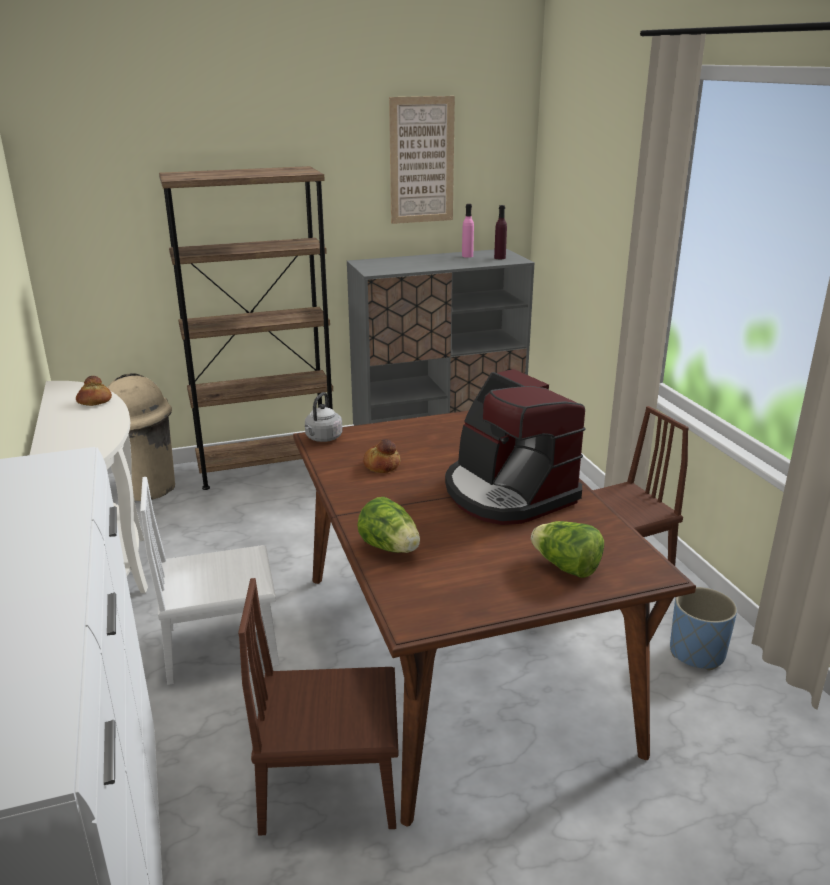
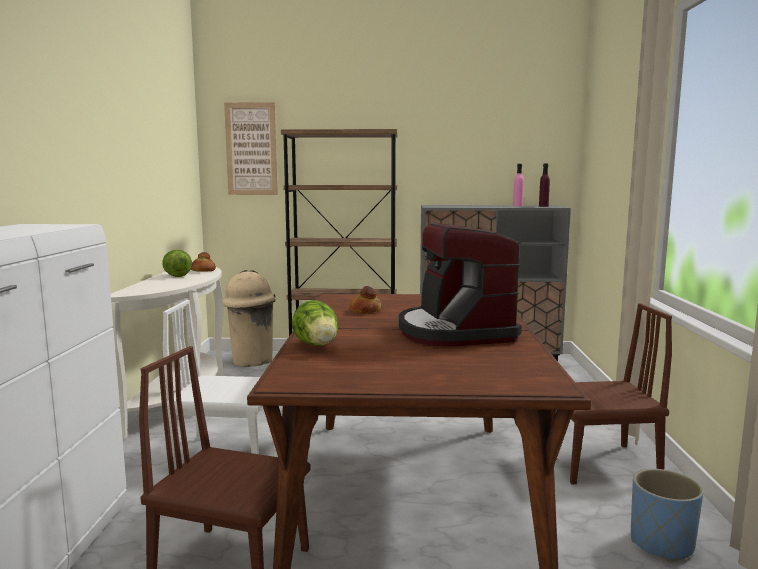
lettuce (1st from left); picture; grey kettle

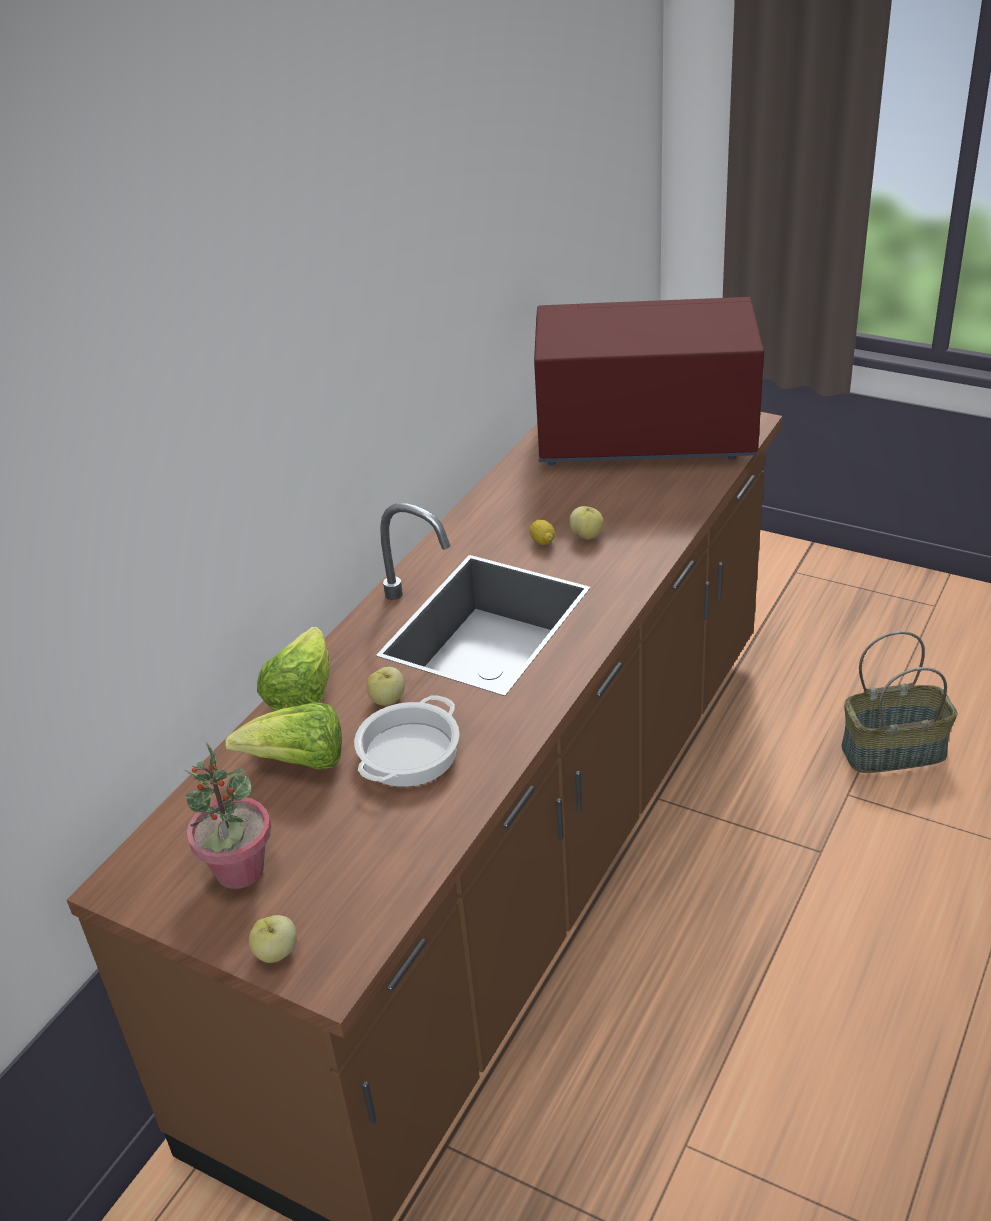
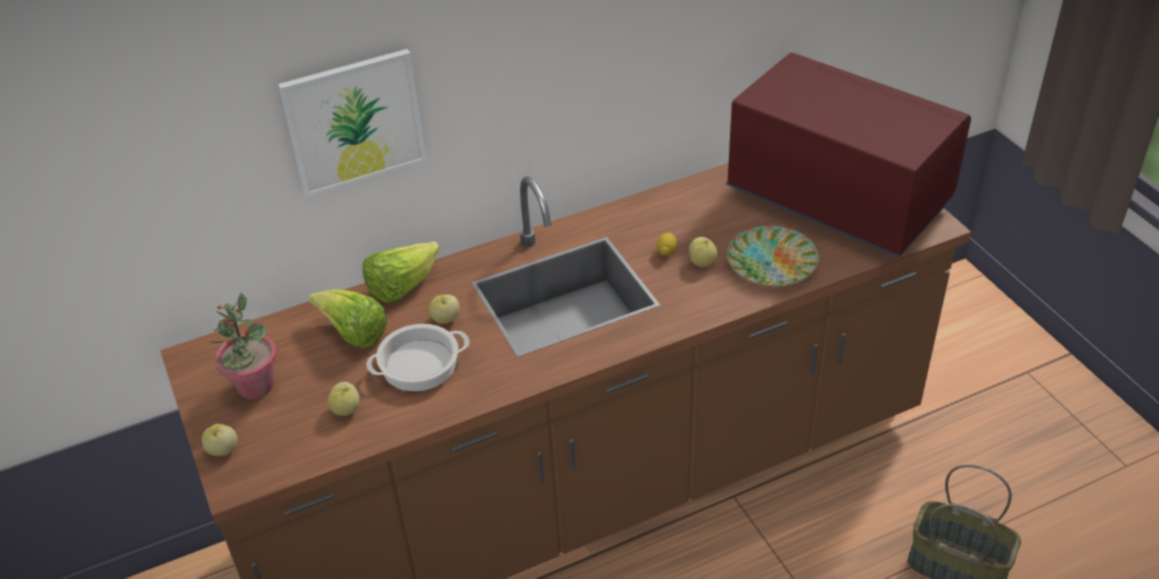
picture; apple (2nd from left); plate

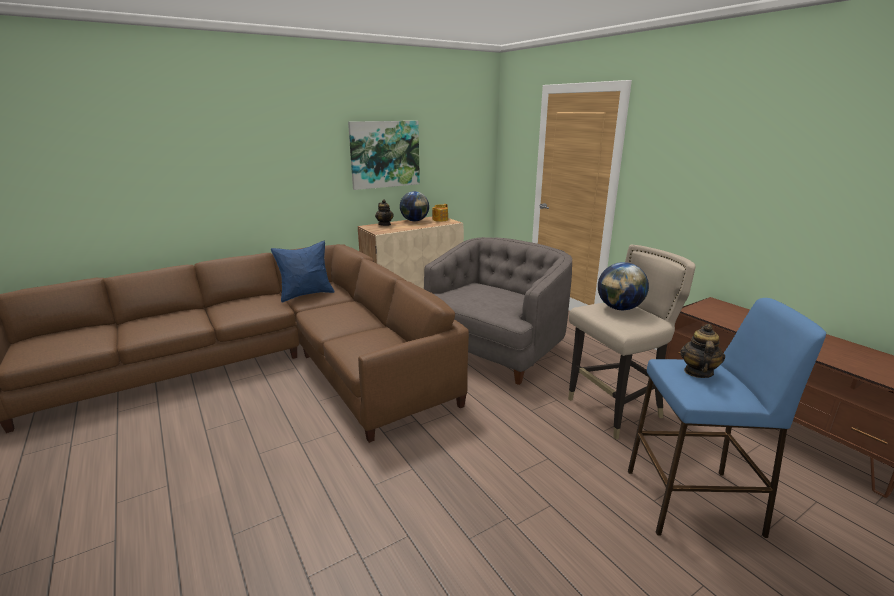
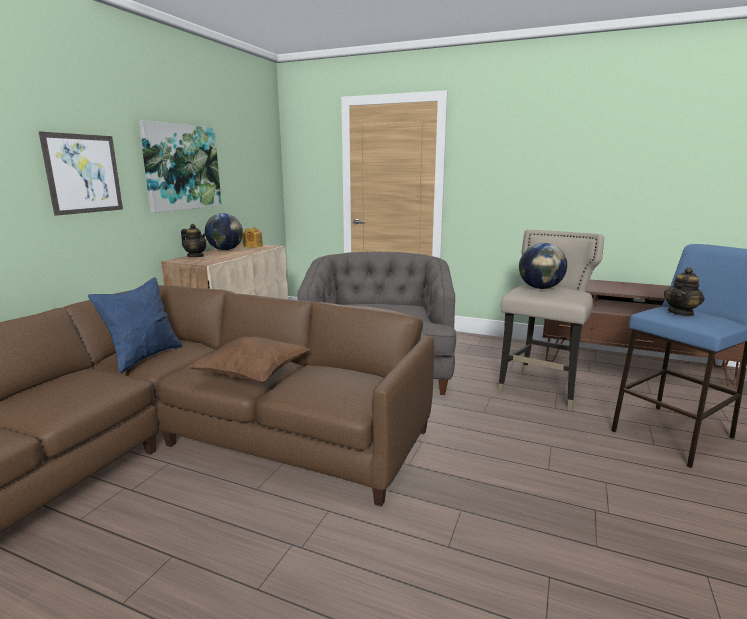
picture (1st from left); brown pillow; teapot (3rd from left)

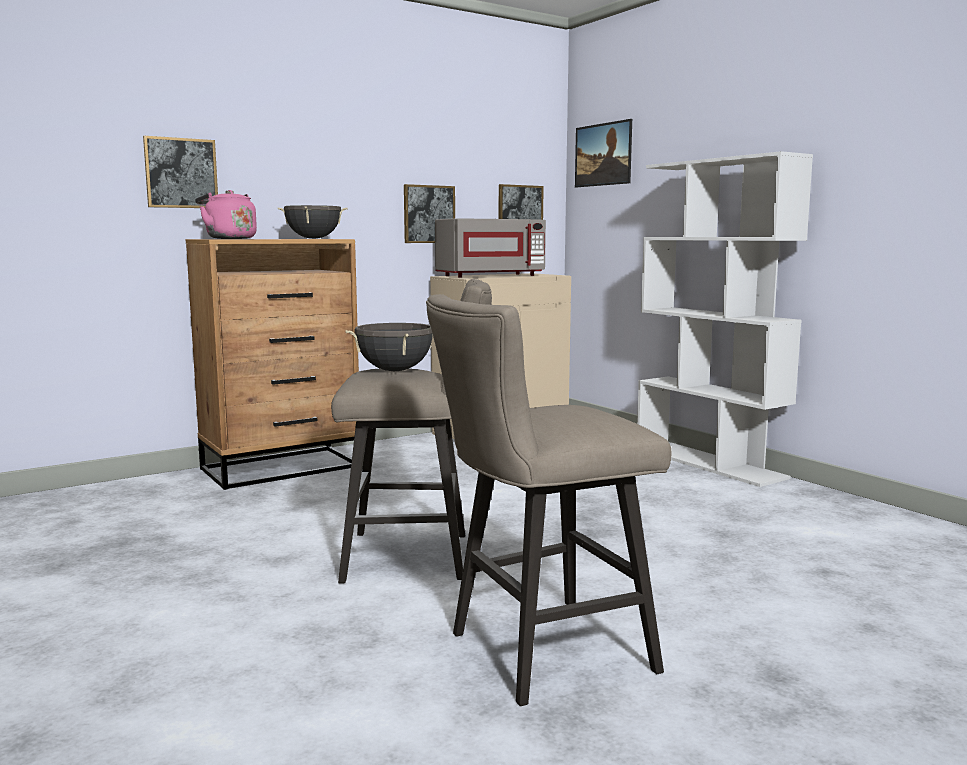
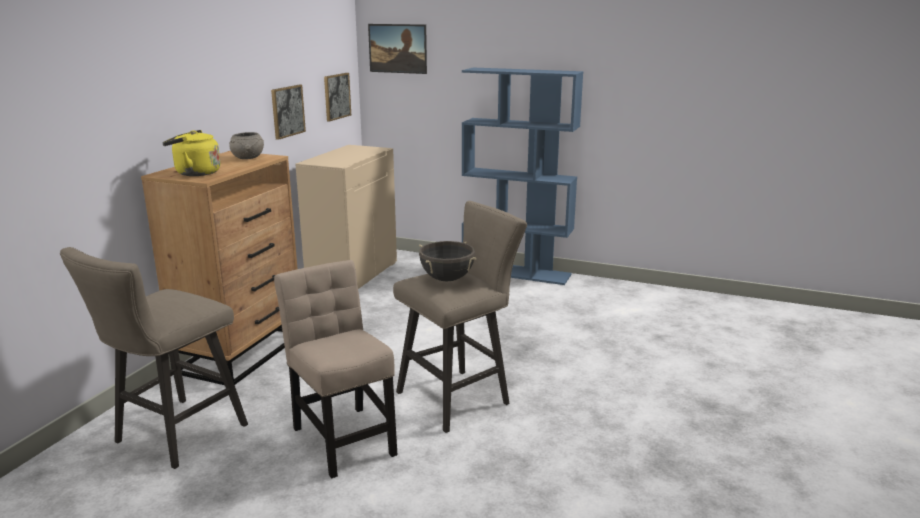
beige stool (1st from left); yellow kettle; grey bowl; beige chair; blue bookcase; picture (1st from left in the first image); grey microwave

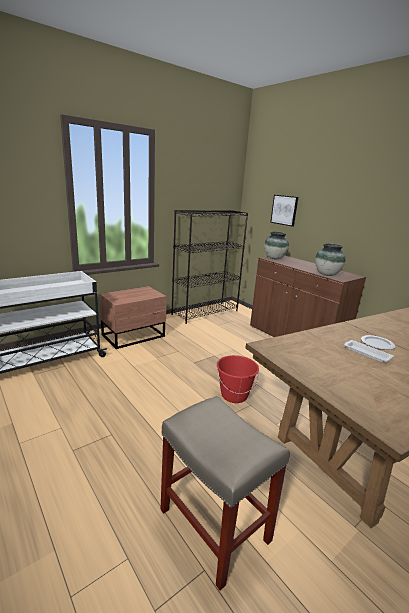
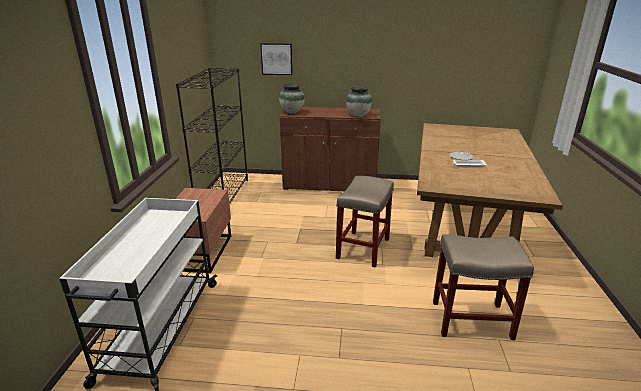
beige stool (1st from left)

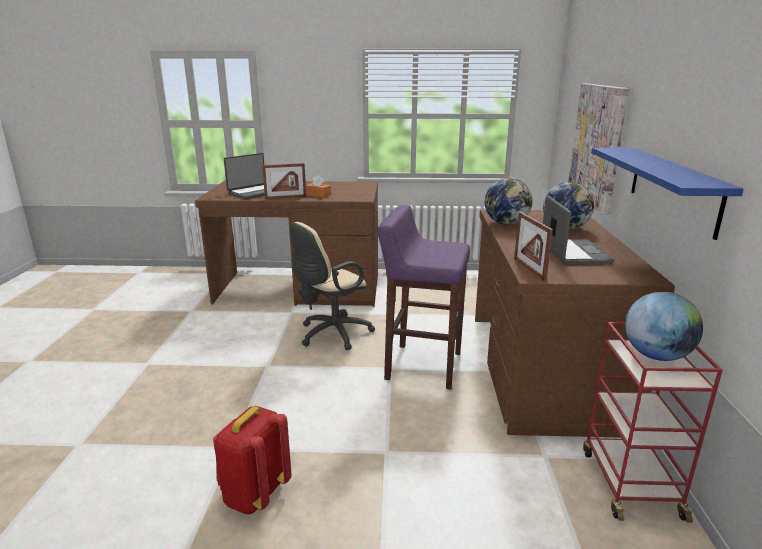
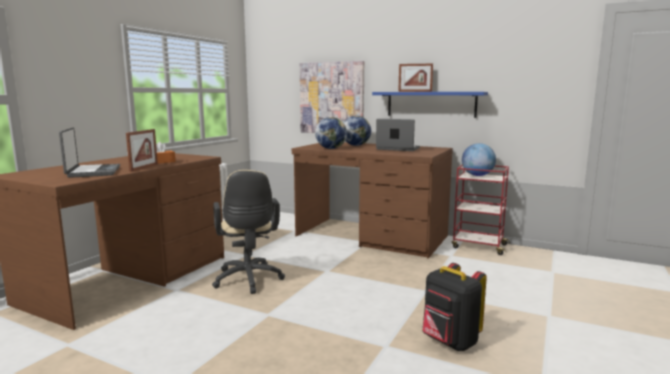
picture frame (2nd from left); black backpack; purple stool

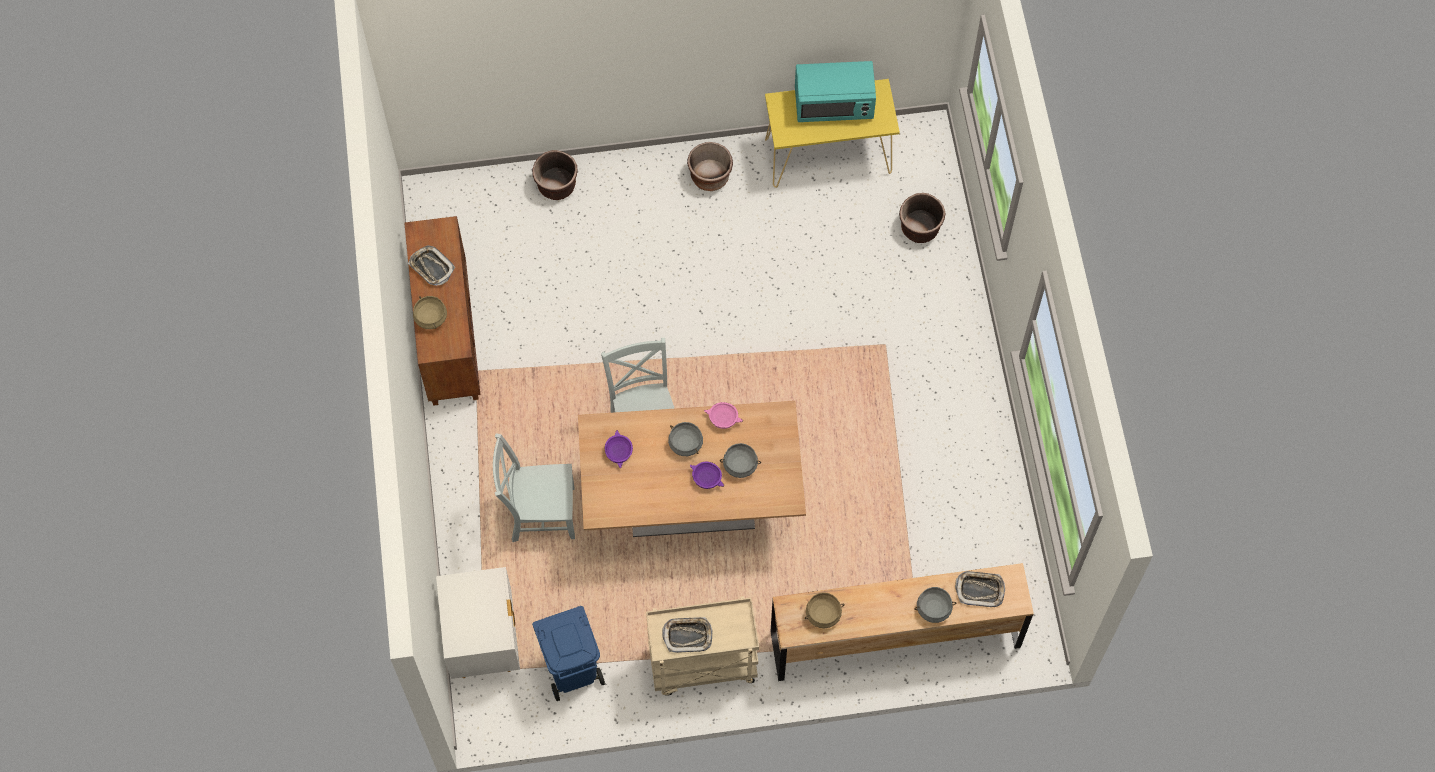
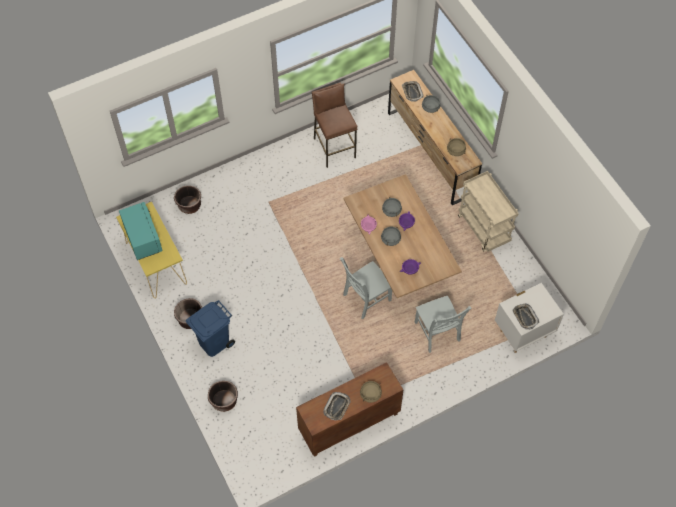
blue trash can; brown stool; tray (3rd from left)

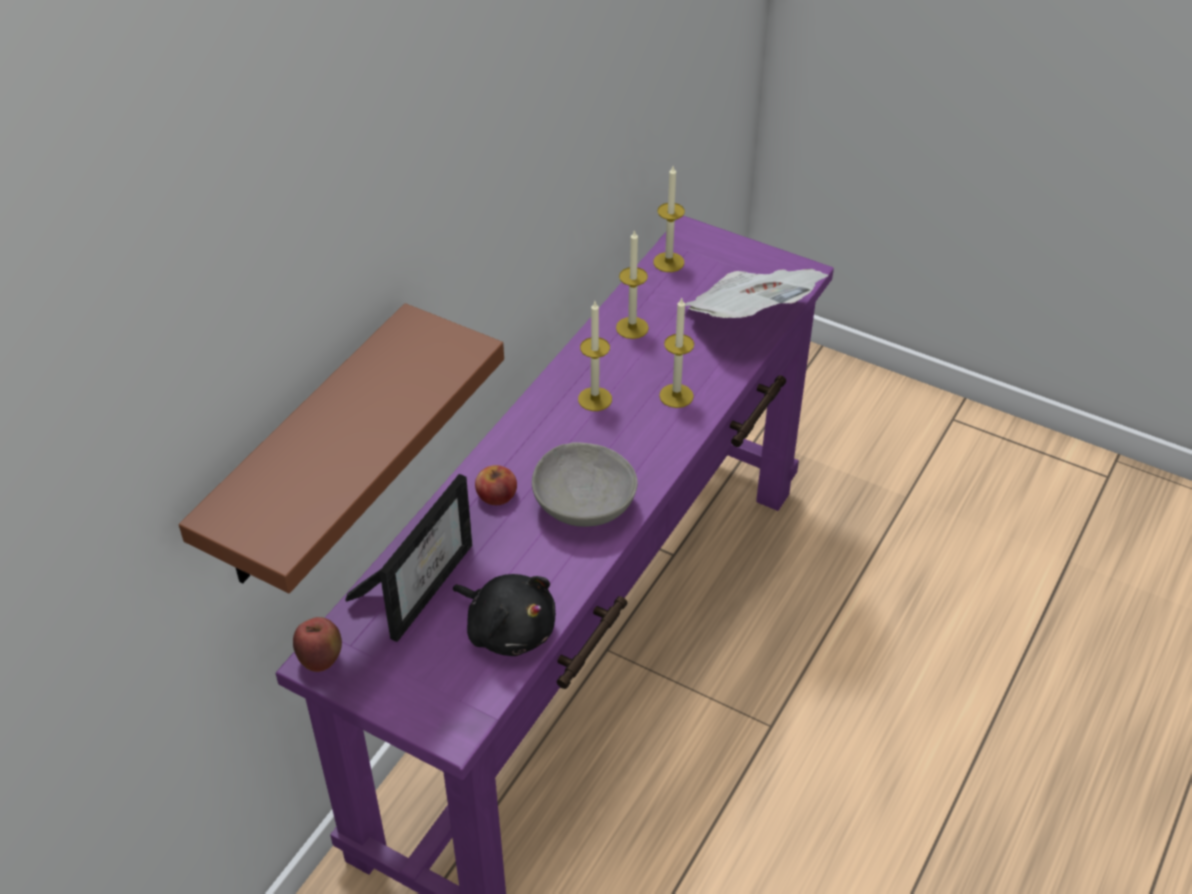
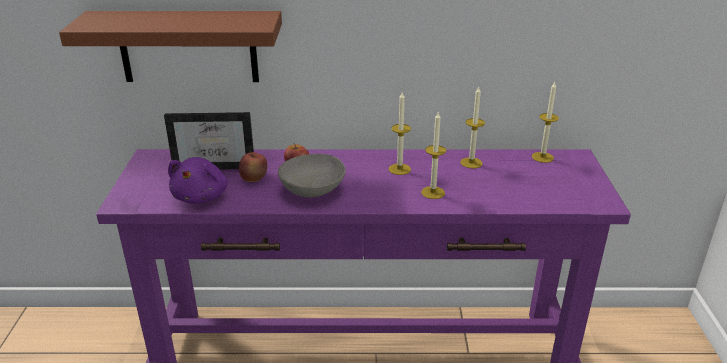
purple plush toy; apple (1st from left); newspaper

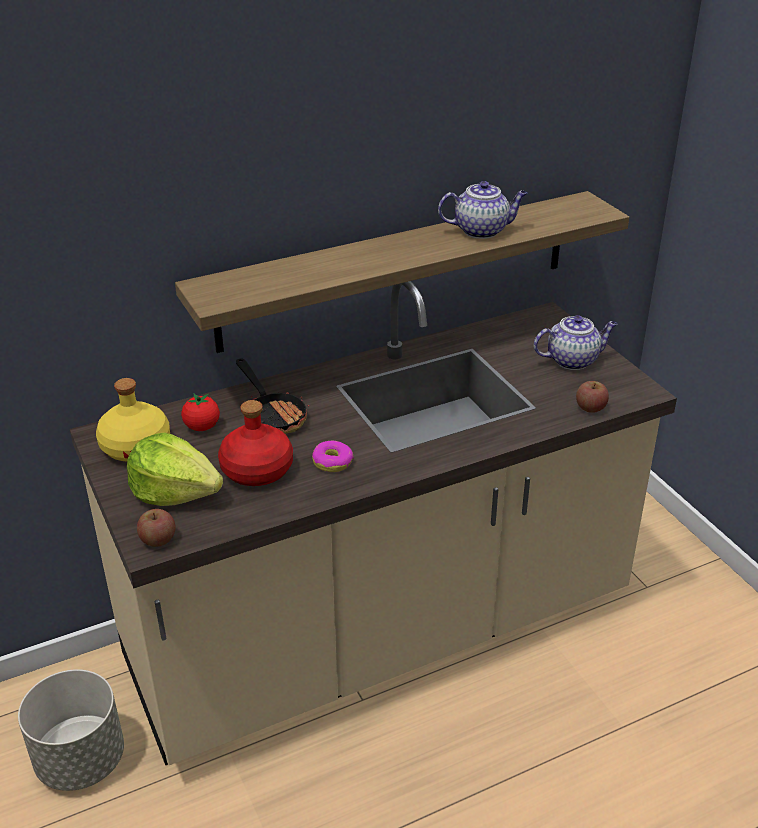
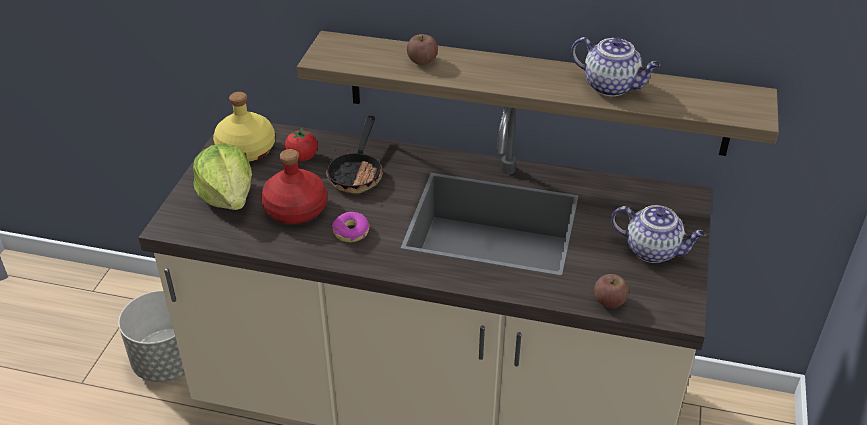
apple (1st from left)

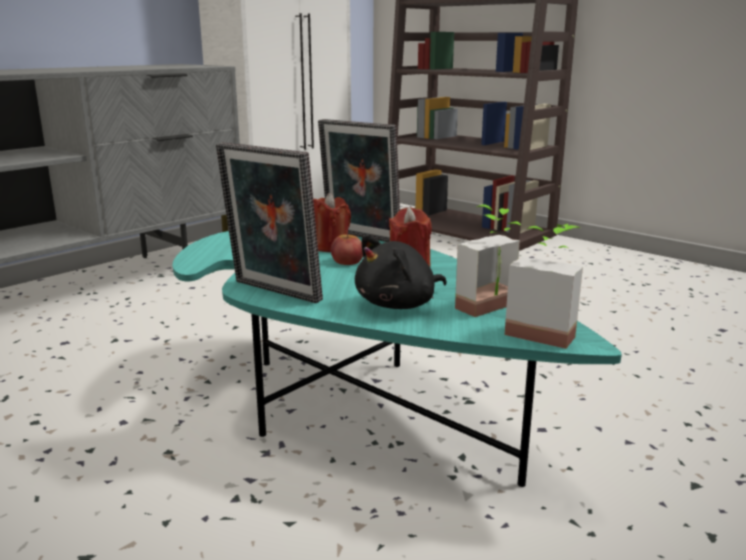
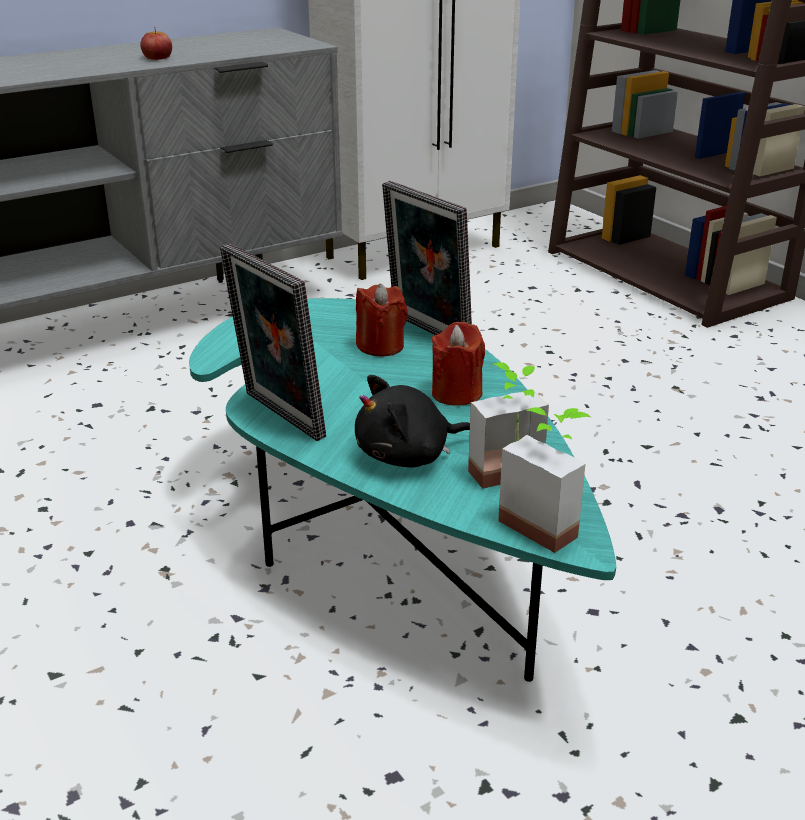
apple

